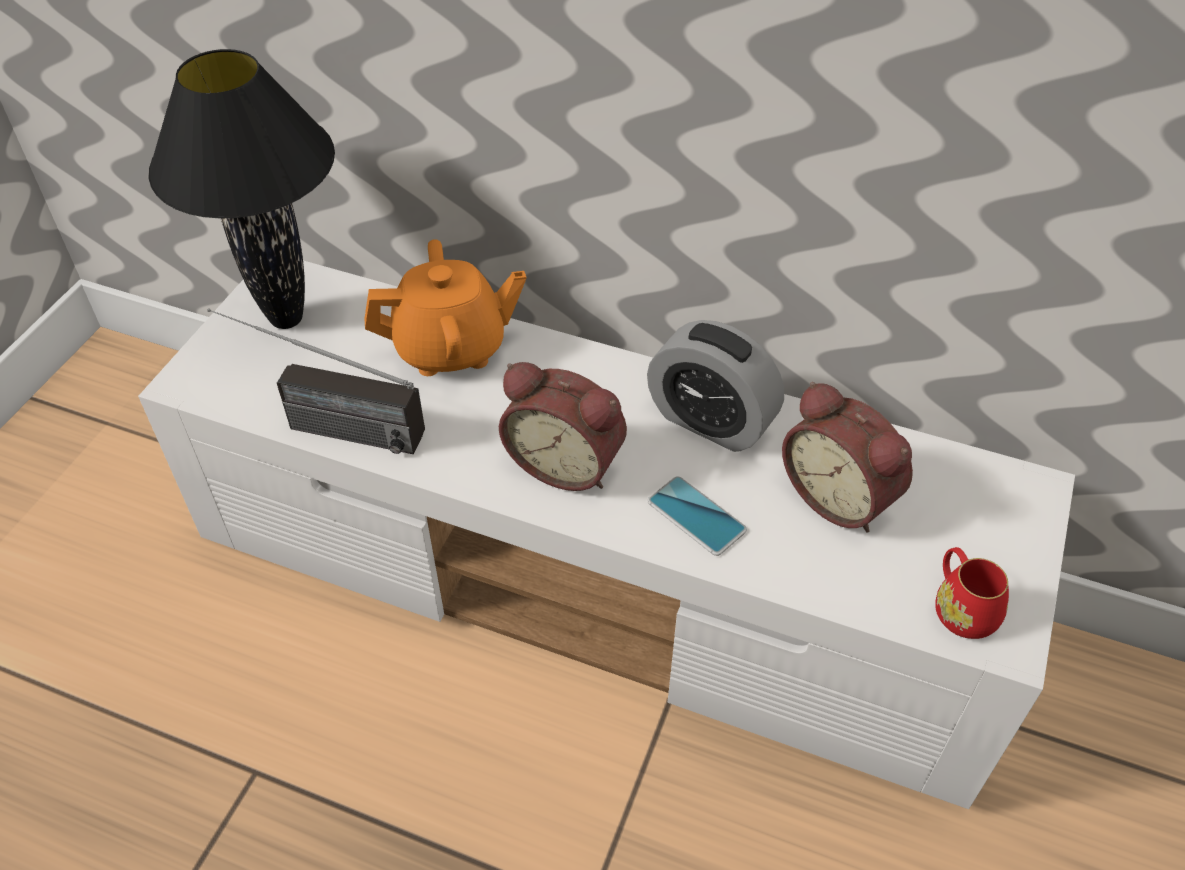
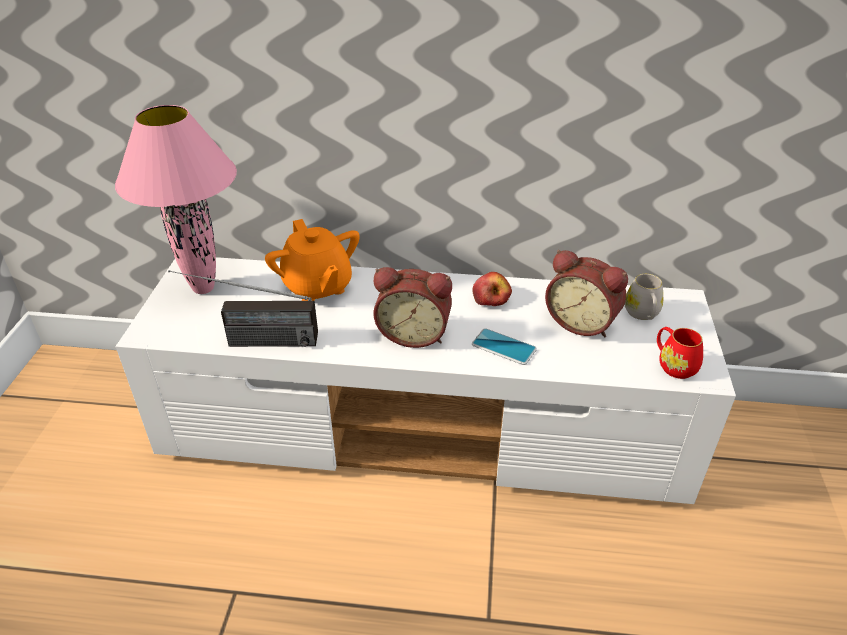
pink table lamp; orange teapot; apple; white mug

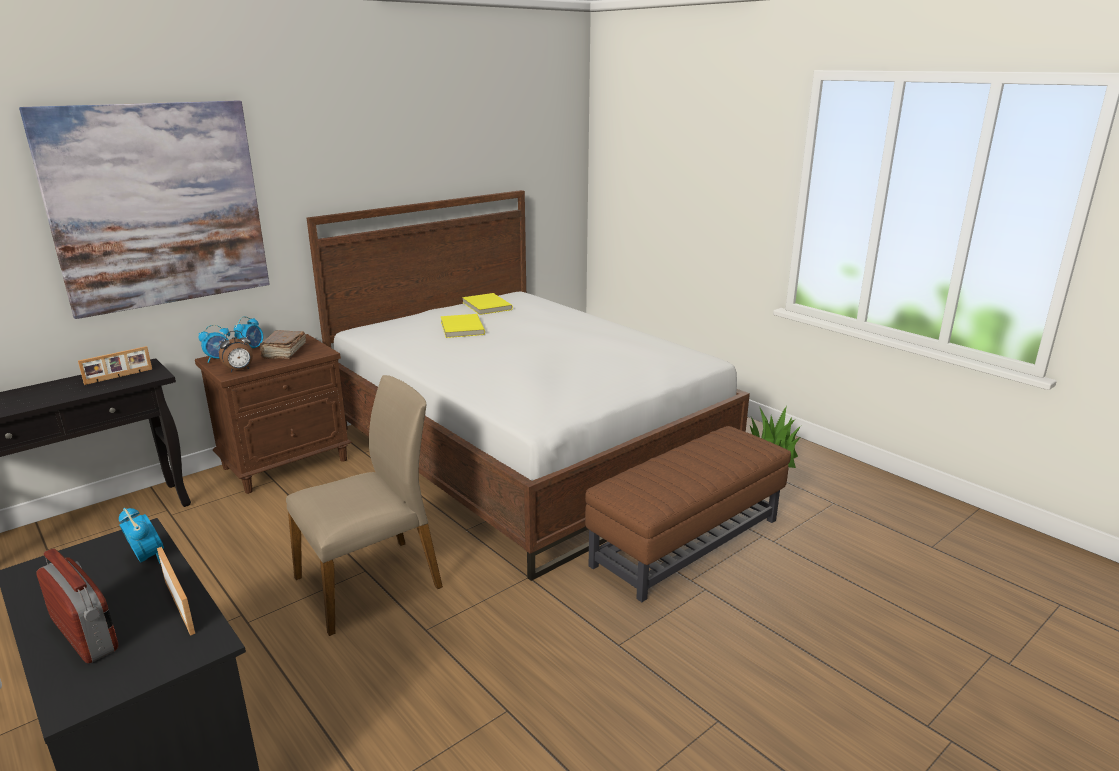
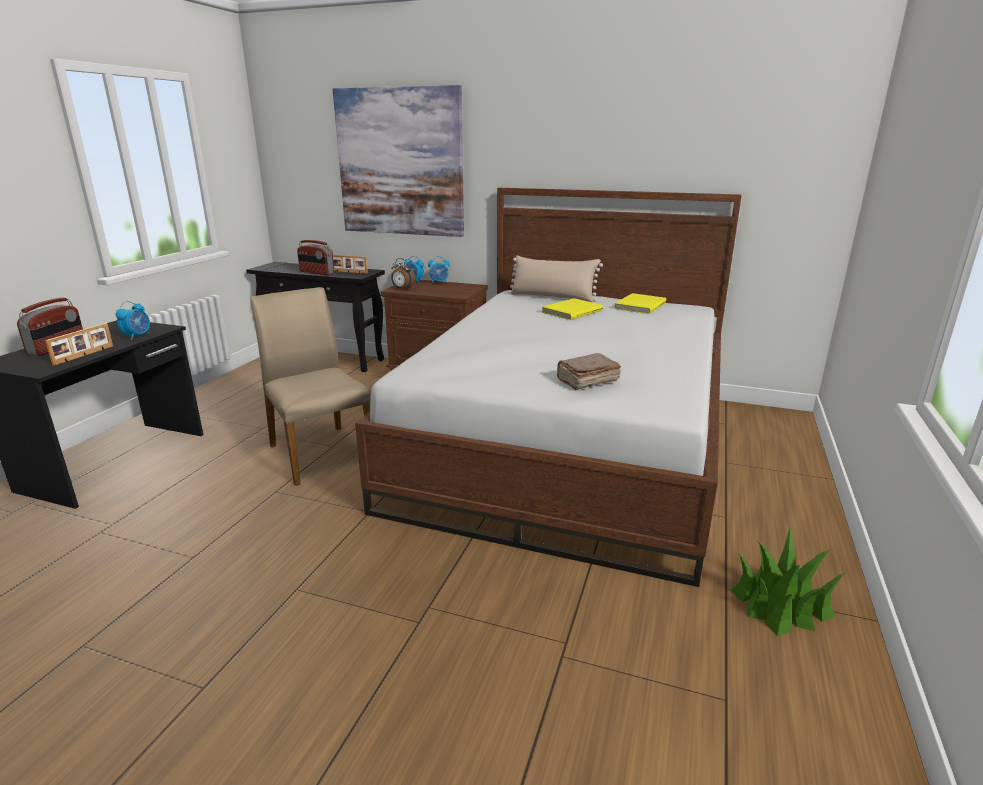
beige chair; radio (2nd from left); beige pillow; brown book; brown ottoman

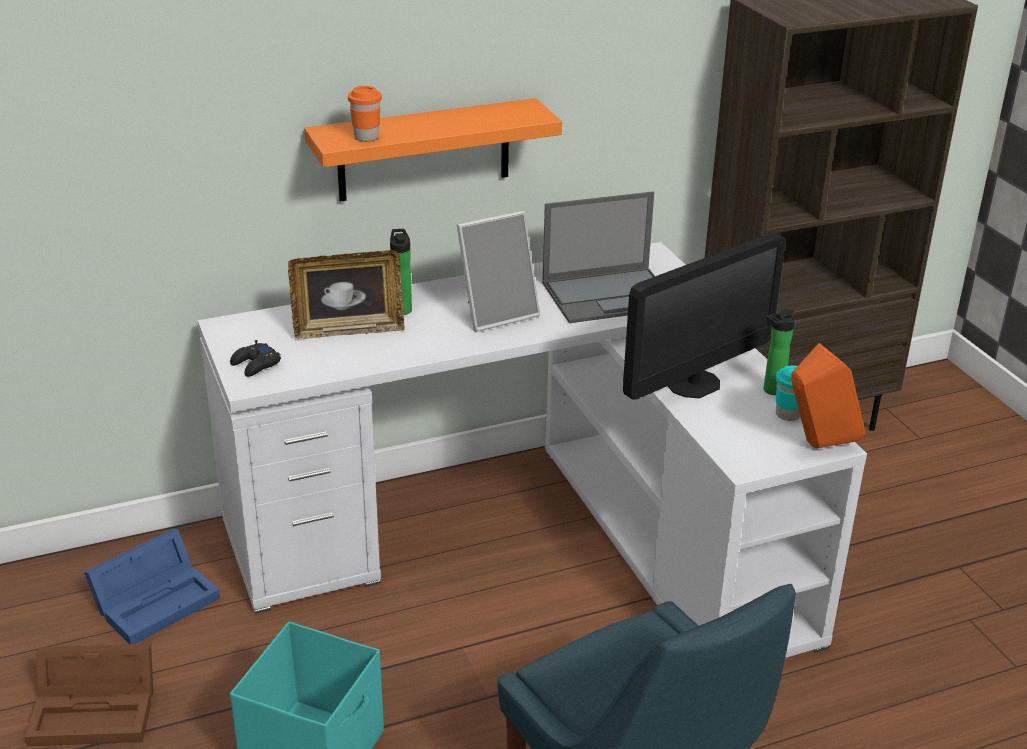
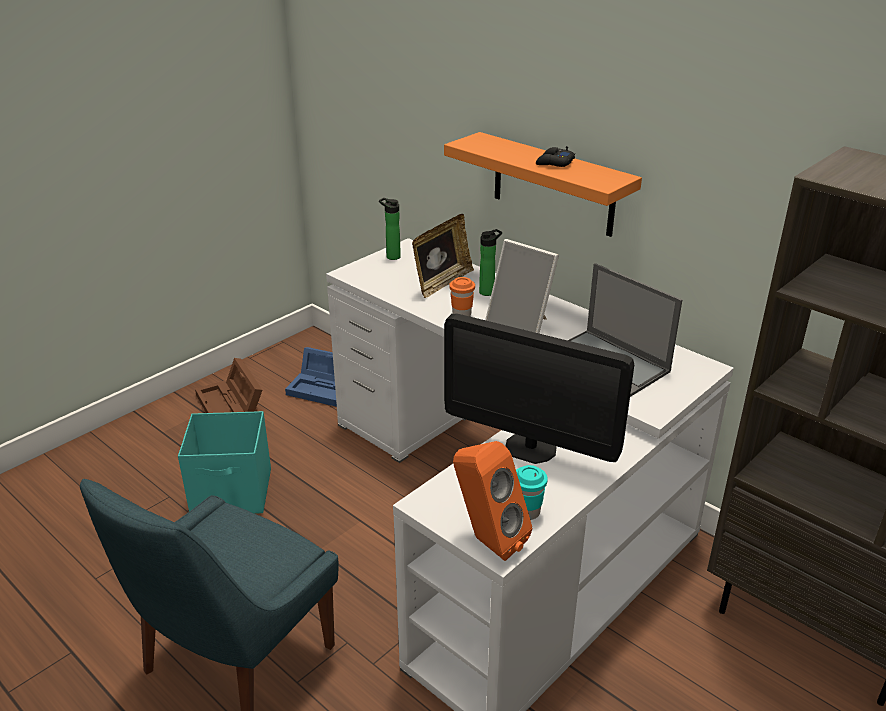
bottle (1st from left); picture frame (1st from left); orange cup; black game controller

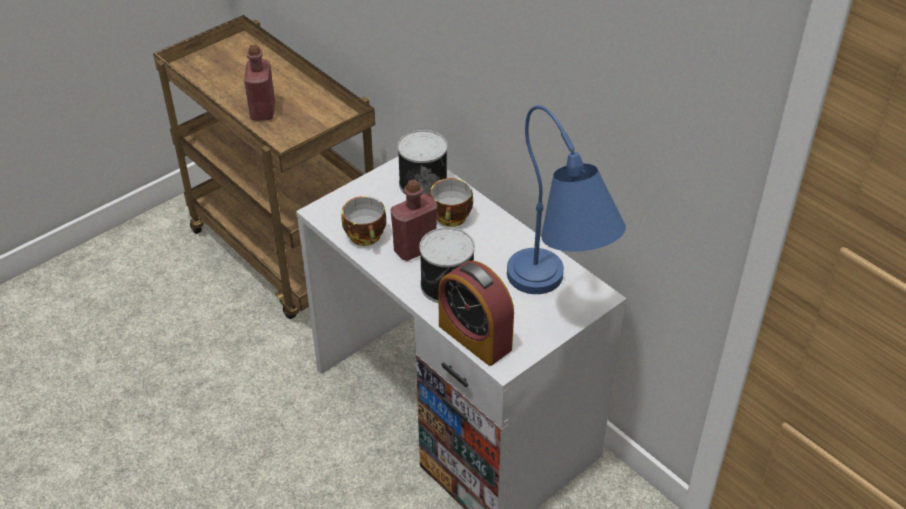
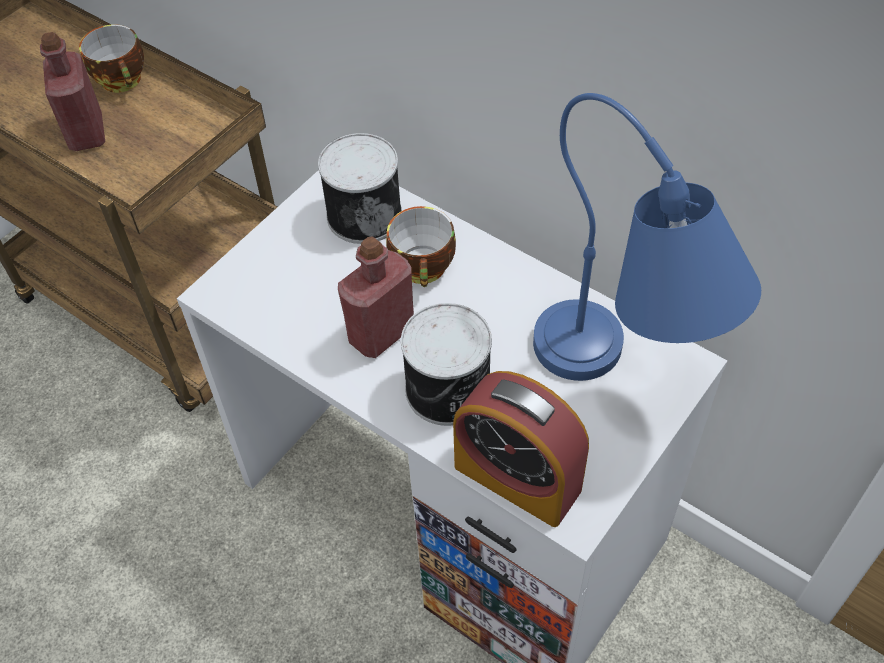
cup (1st from left)

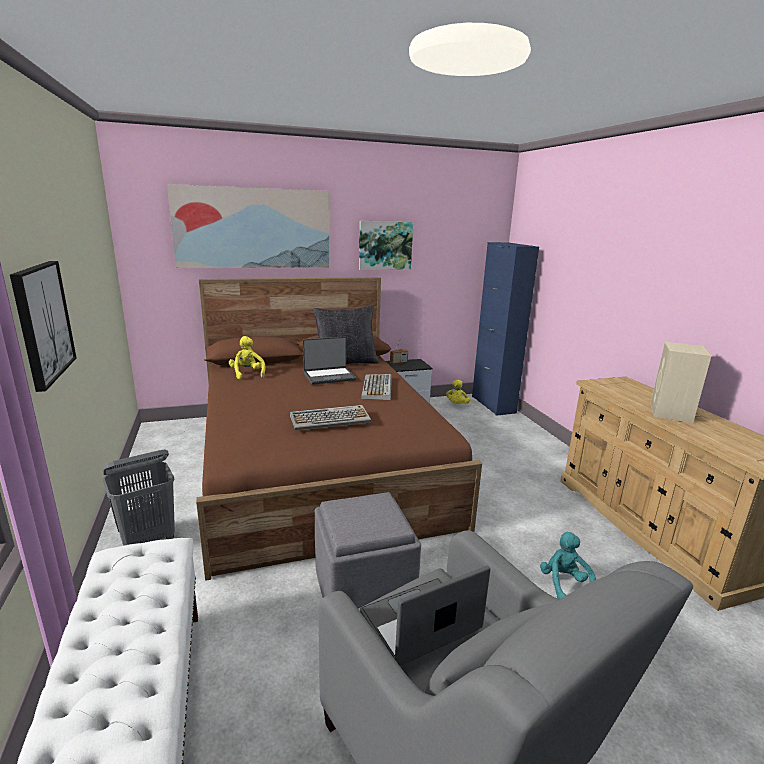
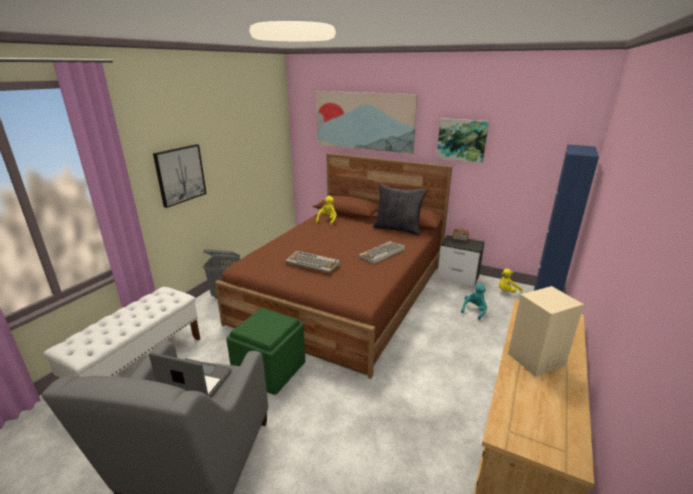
green ottoman; turquoise plush toy; laptop (1st from left in the first image)

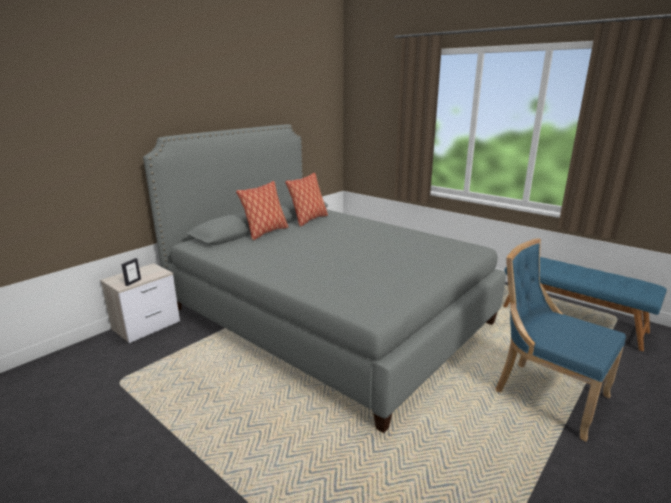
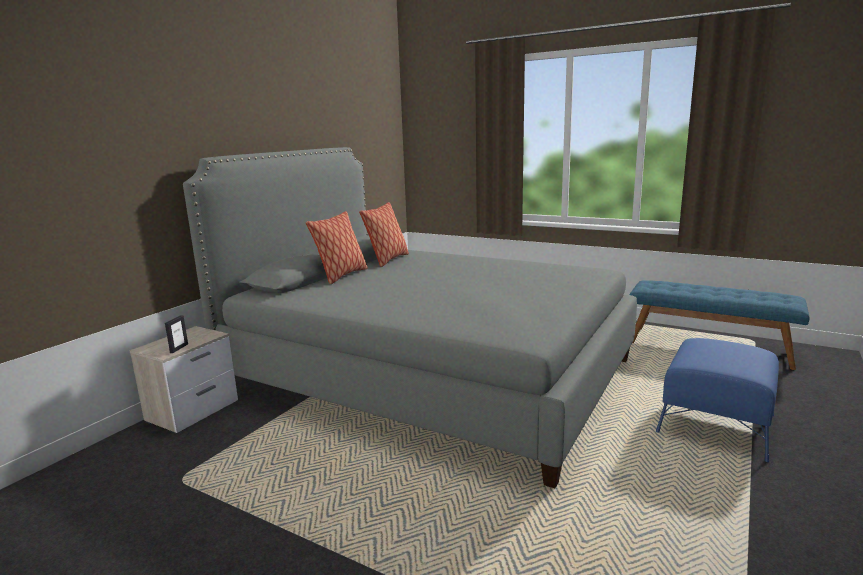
blue ottoman

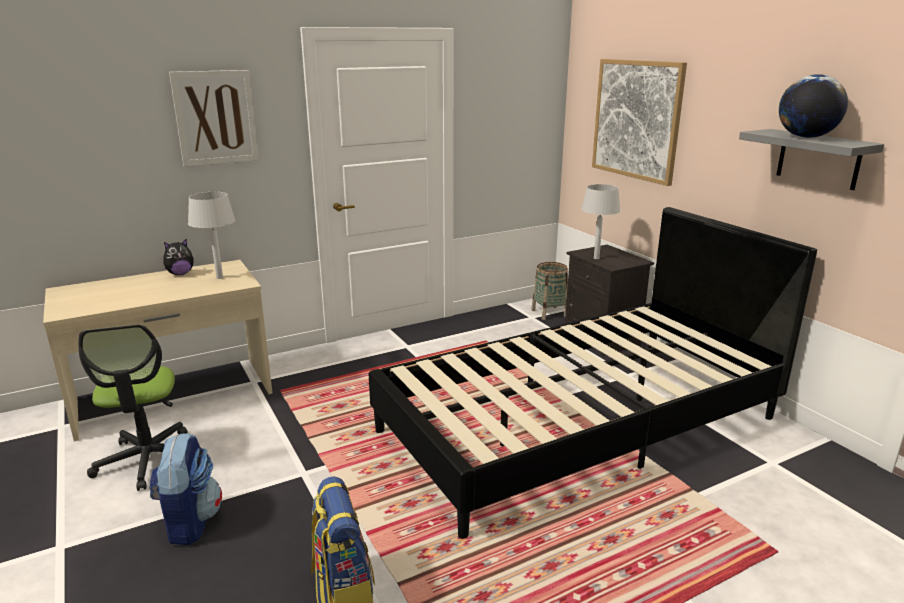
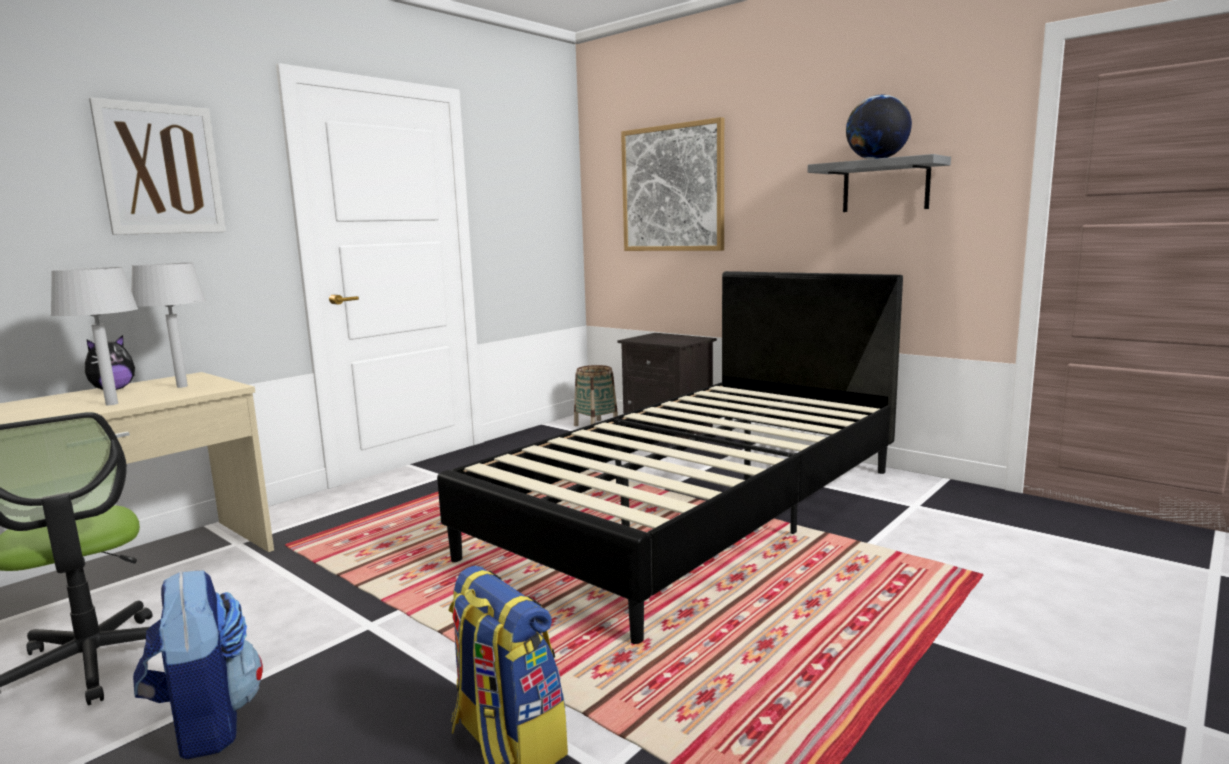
grey table lamp (1st from left)

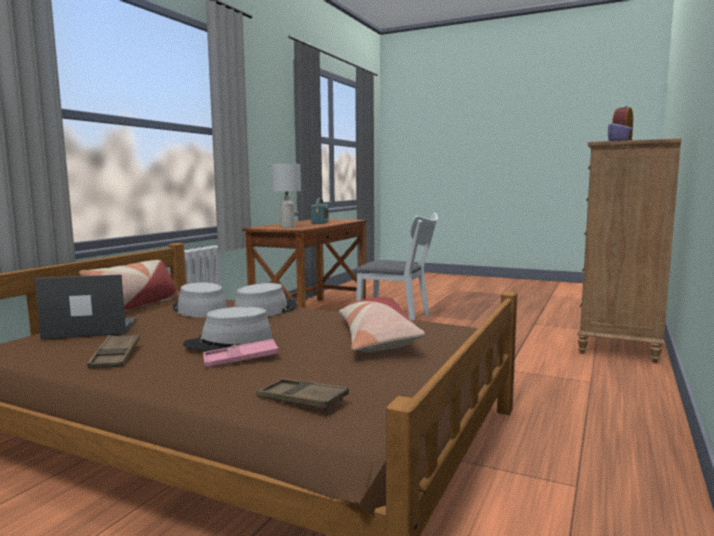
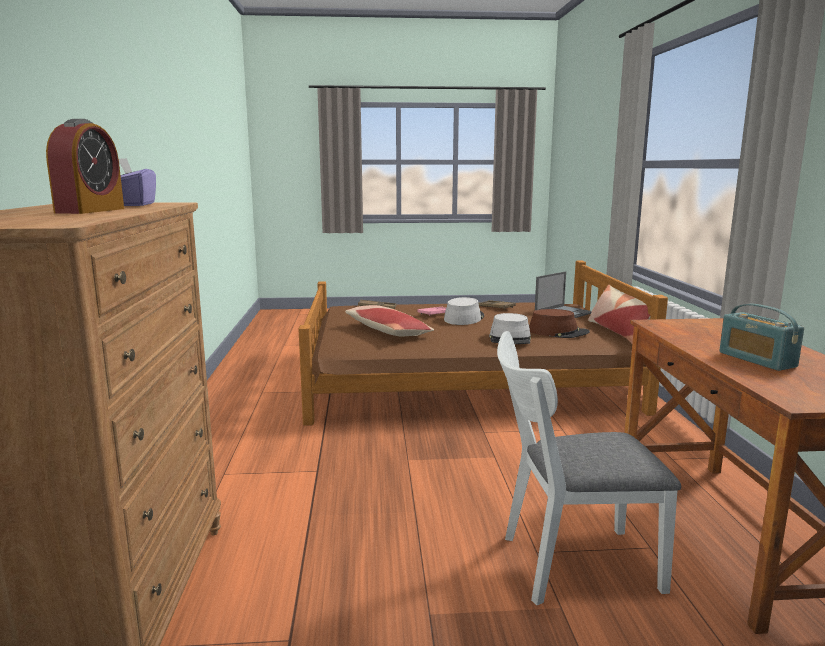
brown hat; white table lamp

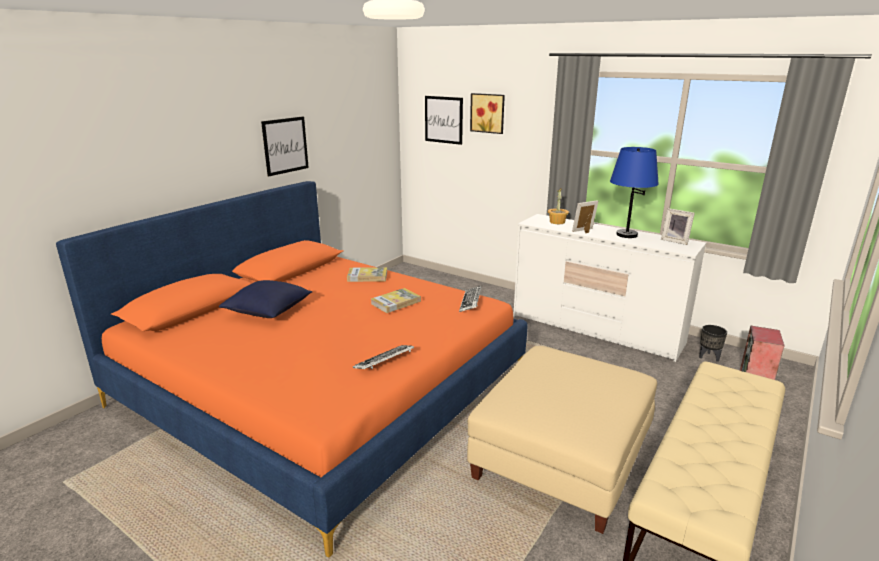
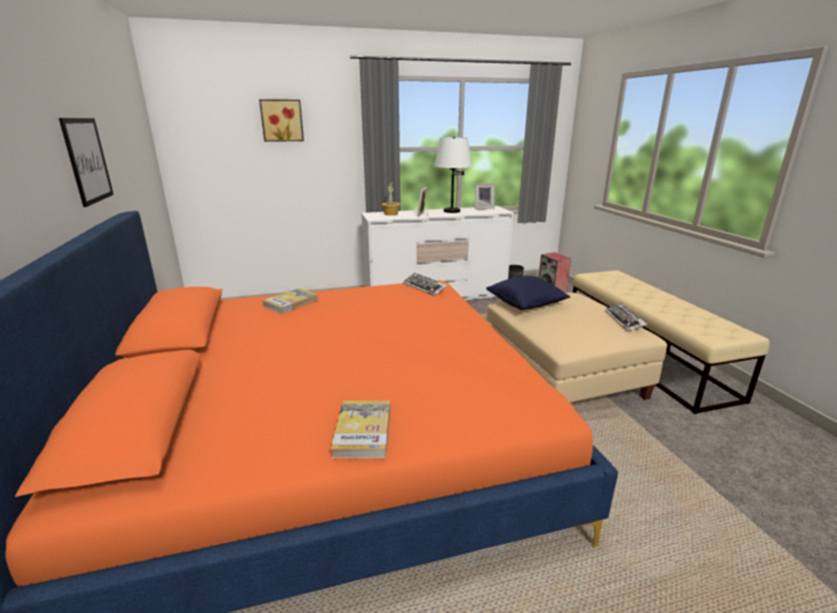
book (2nd from left); white table lamp; blue pillow; keyboard (2nd from left); picture (2nd from left in the first image)

